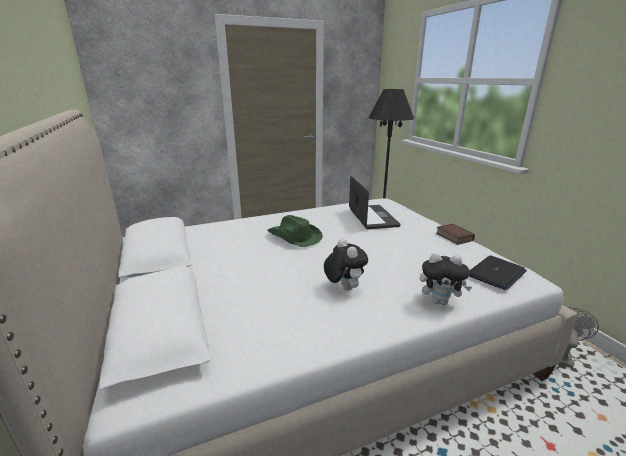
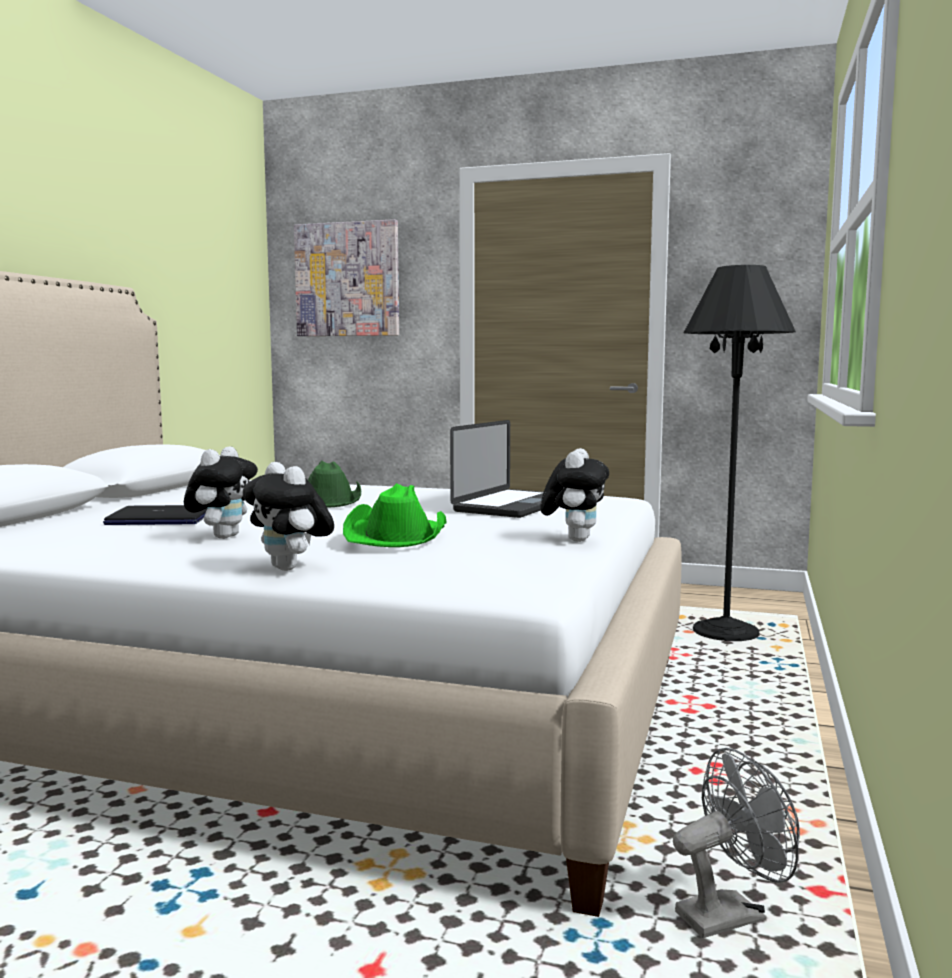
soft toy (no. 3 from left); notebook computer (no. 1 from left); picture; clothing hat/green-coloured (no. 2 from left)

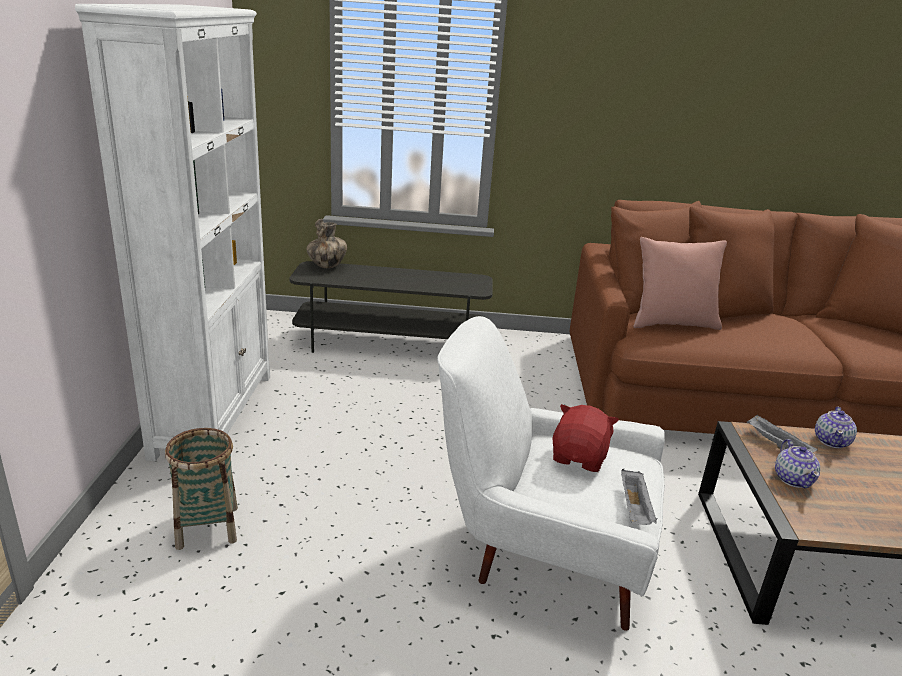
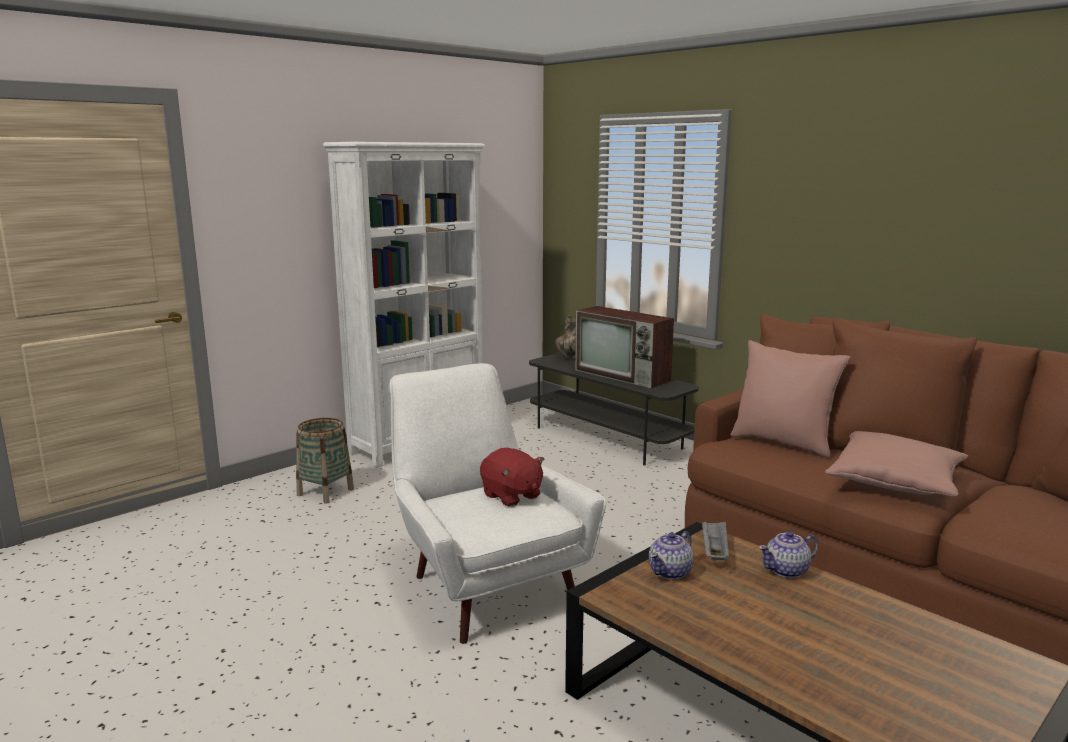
soft toy/red; serving tray/grey (no. 1 from left in the first image); television; pillow/pinkish (no. 2 from left)

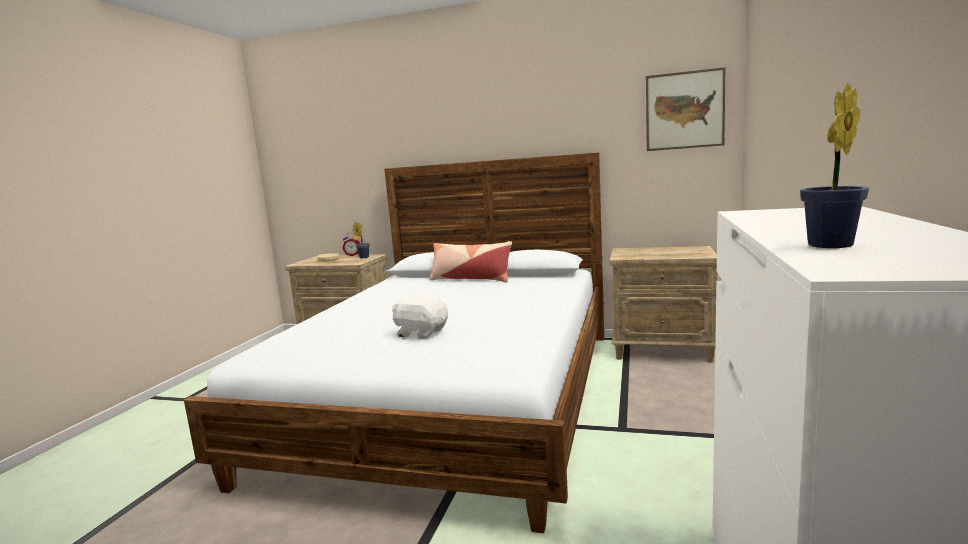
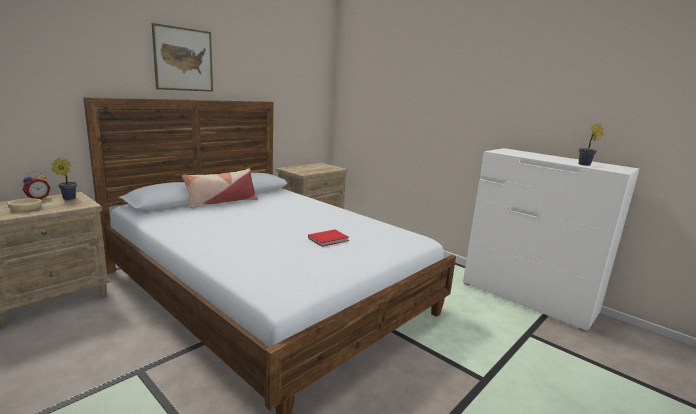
bound book/red; picture

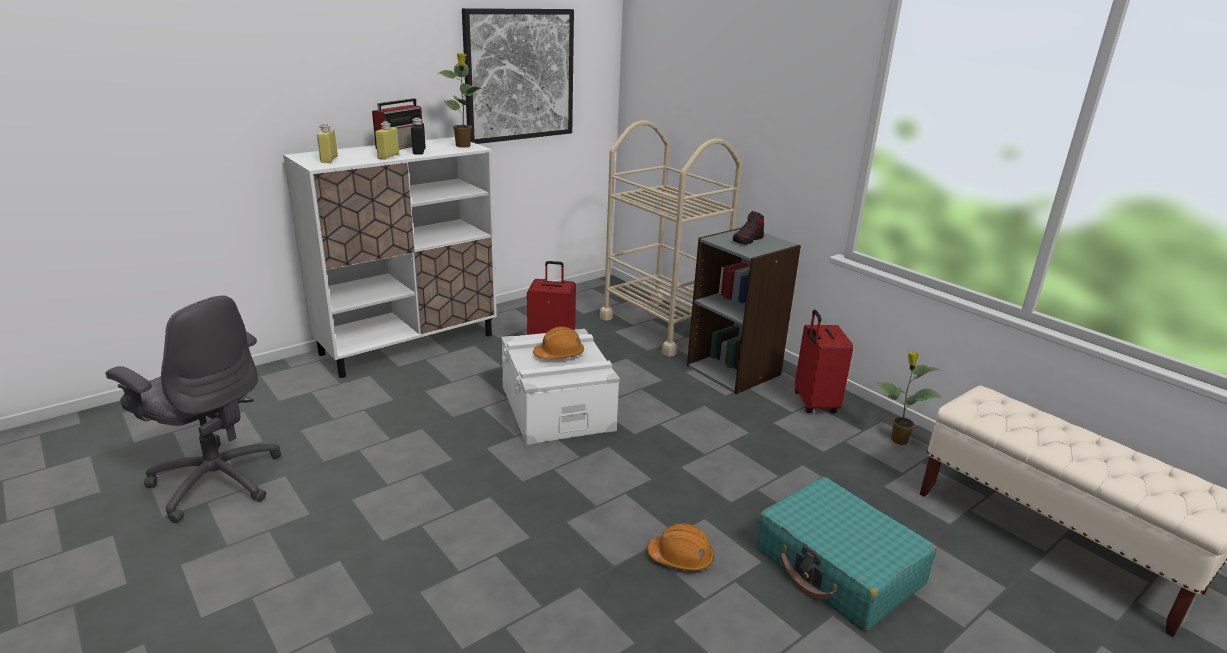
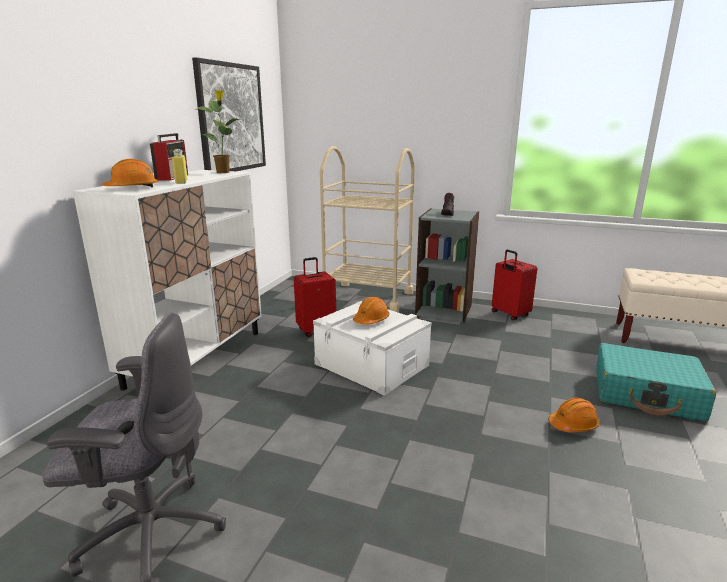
safety helmet/orange (no. 1 from left); drink bottle/black; houseplant (no. 2 from left in the first image)

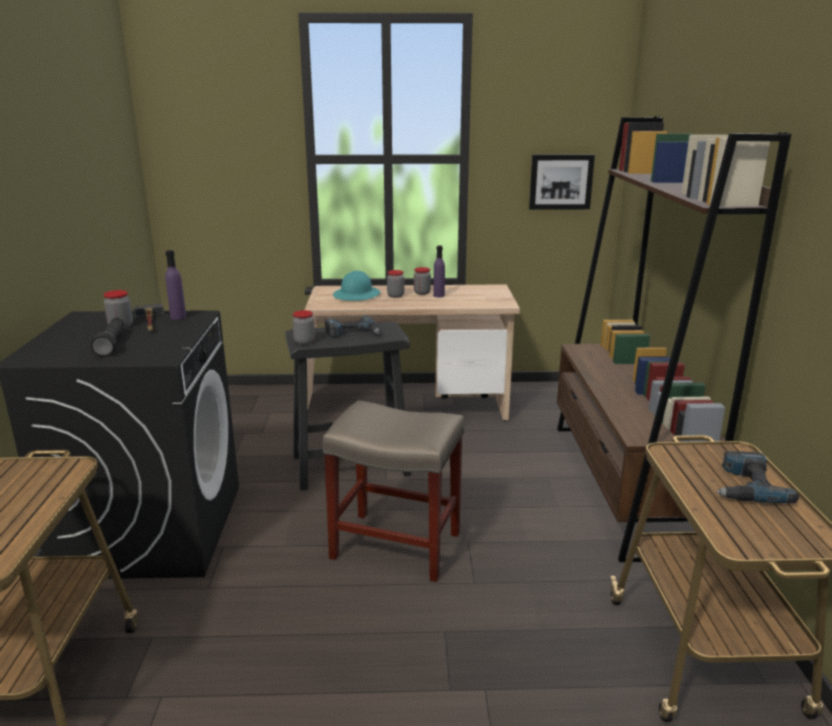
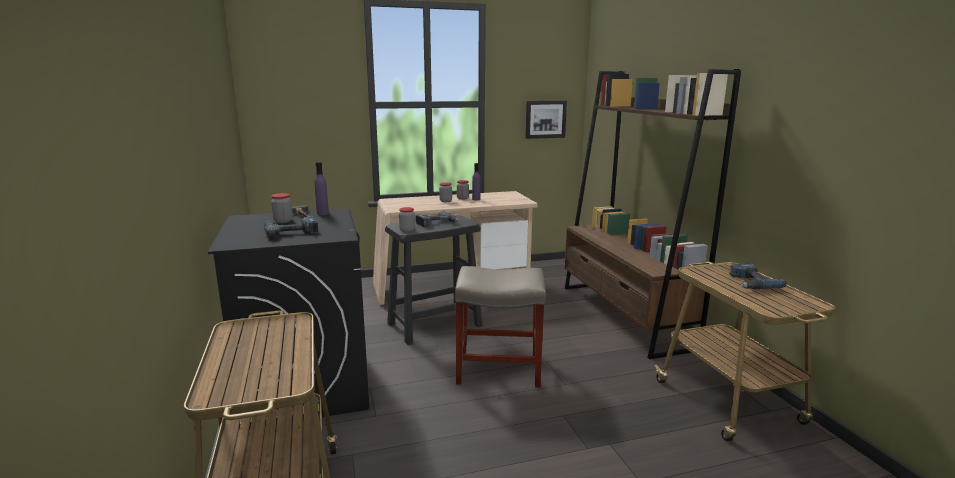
drill (no. 1 from left); safety helmet/blue-green

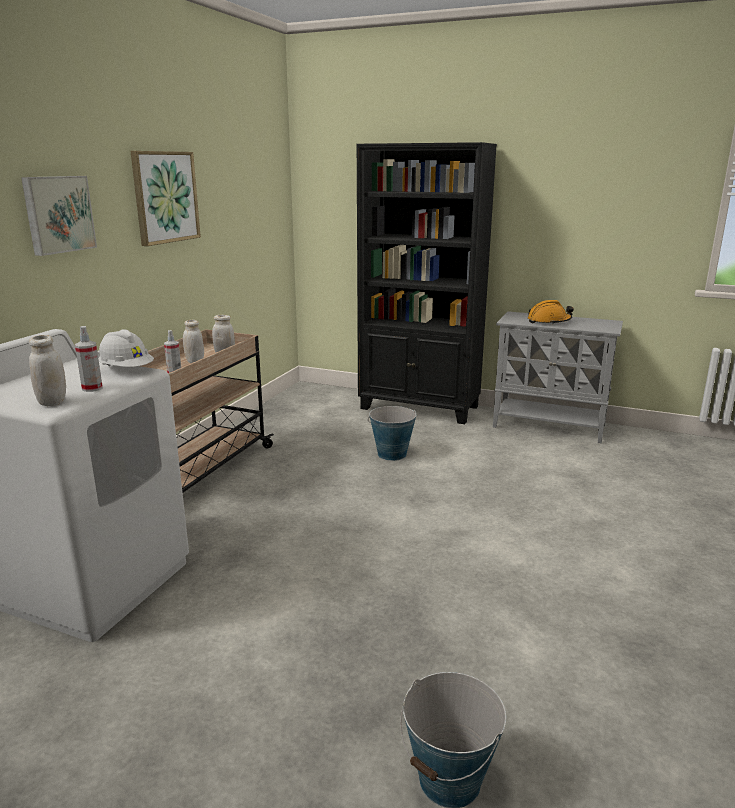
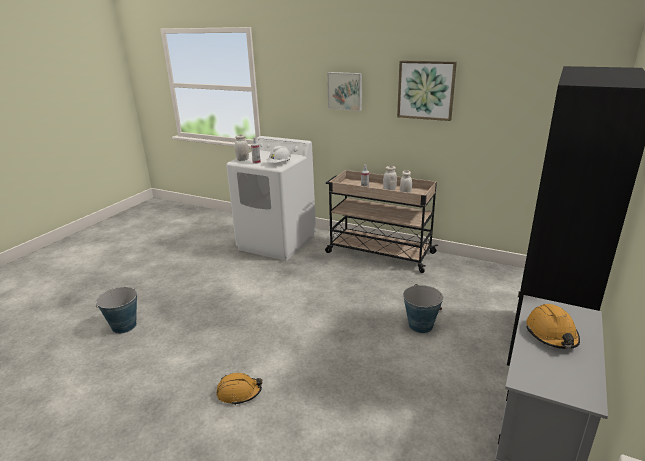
safety helmet/orange (no. 1 from left)

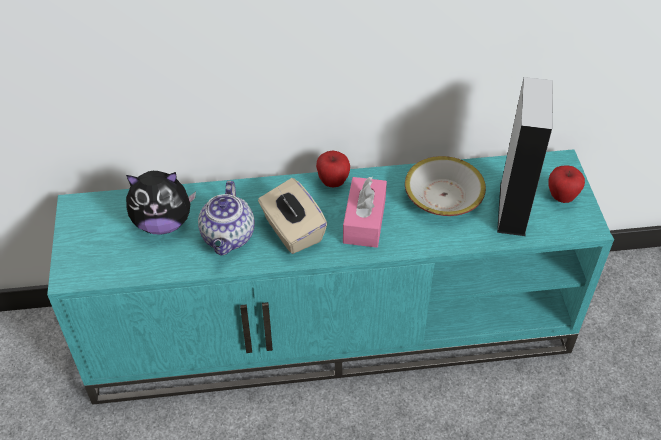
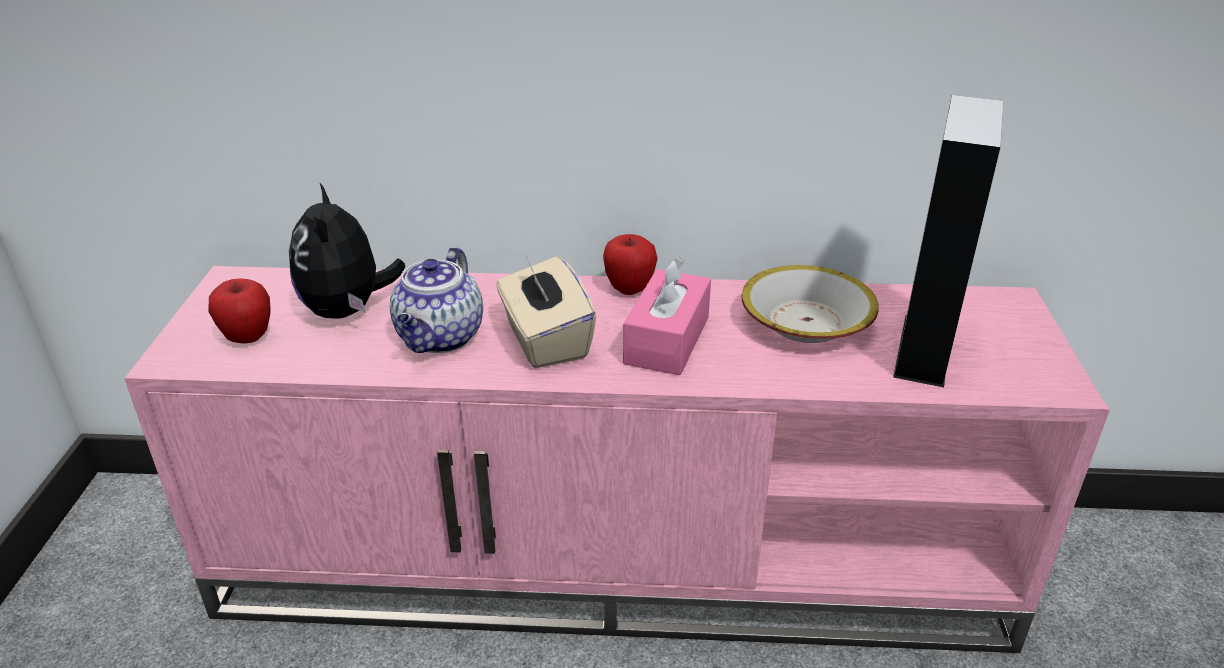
tv stand/pinkish; soft toy; apple fruit (no. 1 from left)

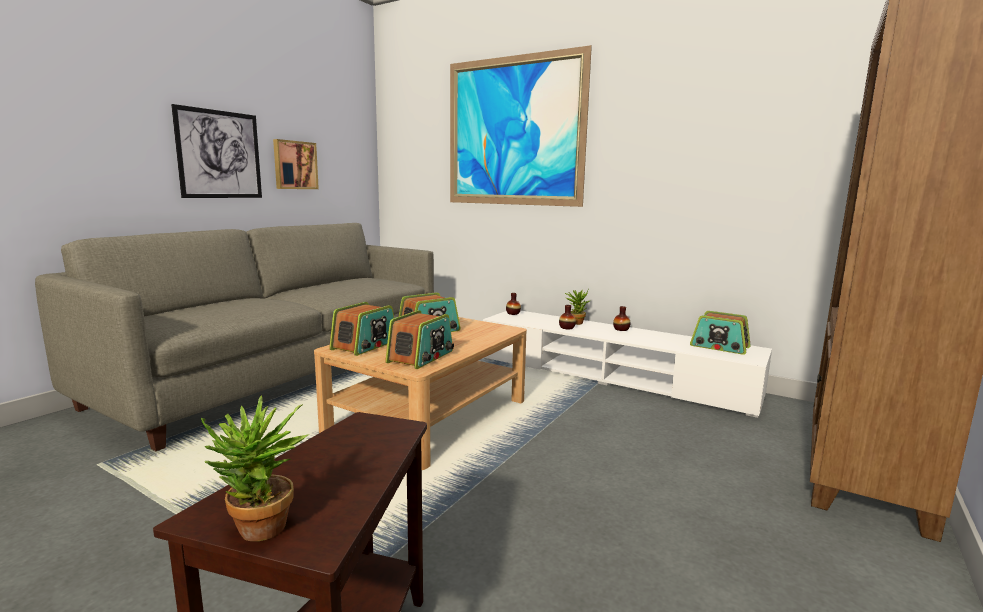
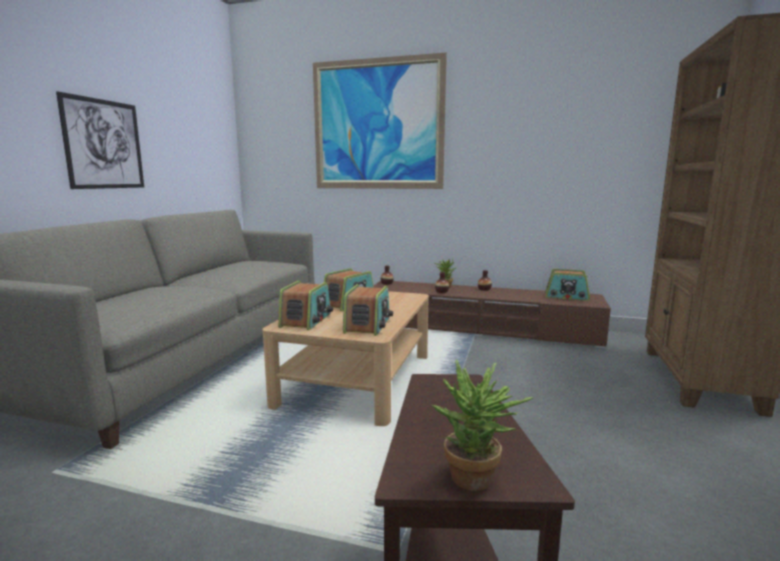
picture (no. 2 from left in the first image); tv stand/brownish

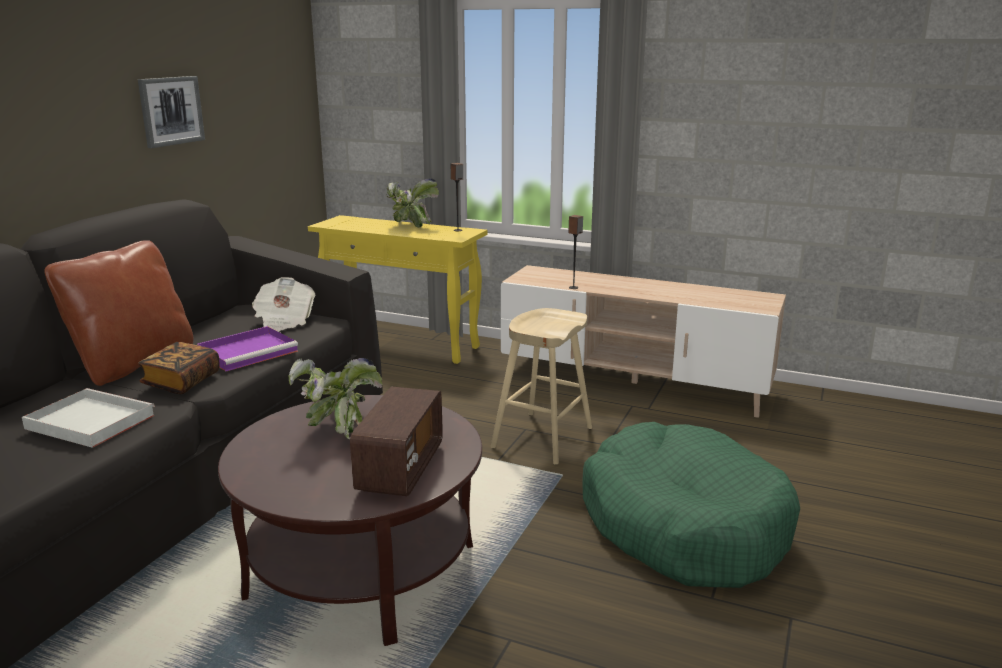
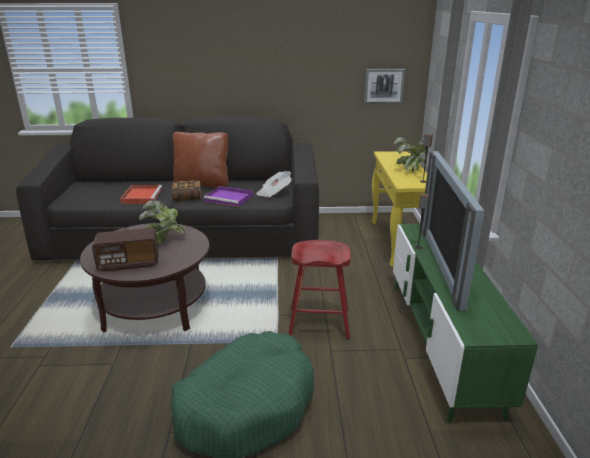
serving tray/red; picture; sitting stool/red; tv stand/green-coloured; television

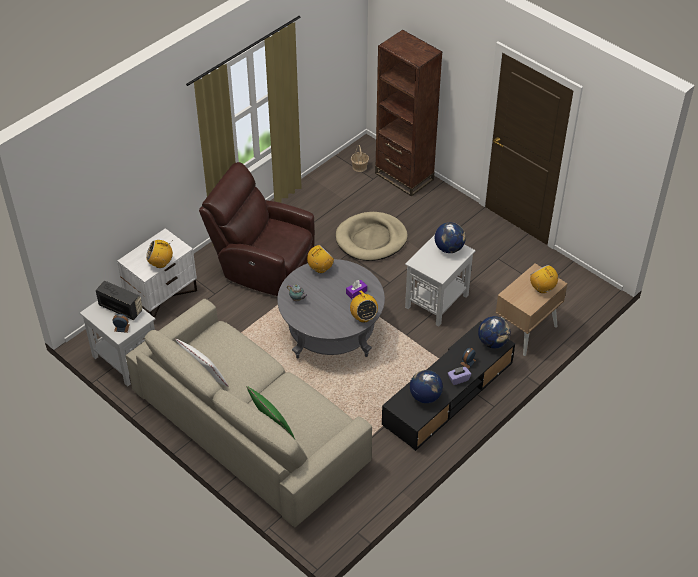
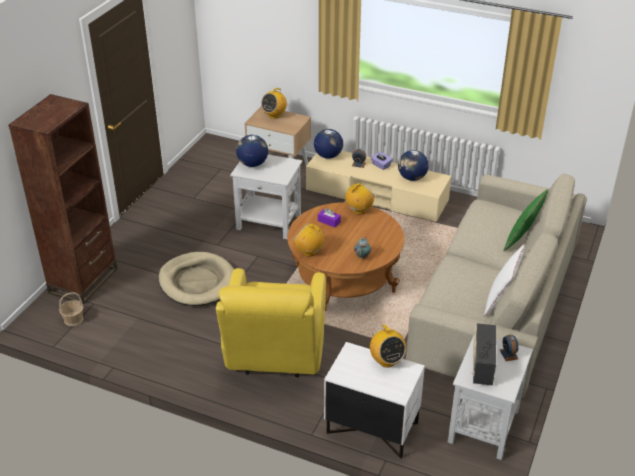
easy chair/yellow-coloured; lounge table/brownish; tv stand/beige-coloured

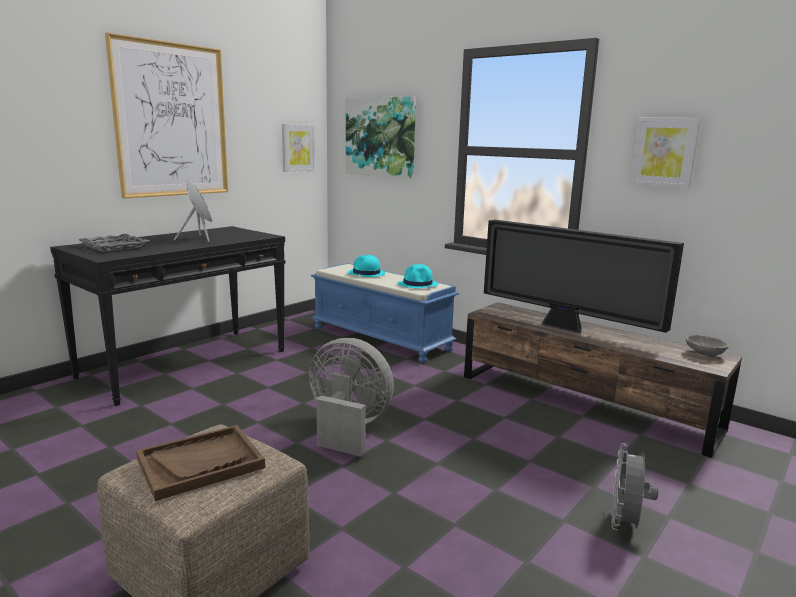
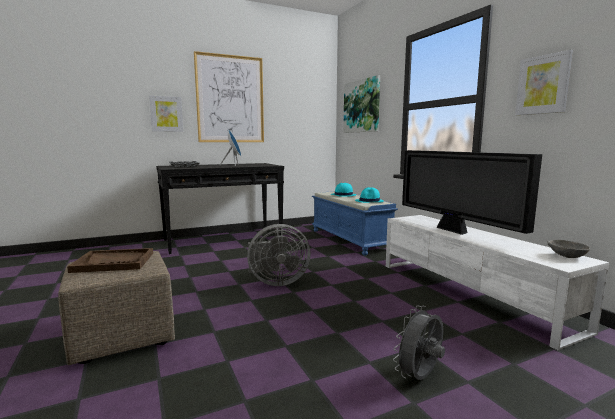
picture (no. 1 from left); fan/grey (no. 1 from left); tv stand/white-coloured

